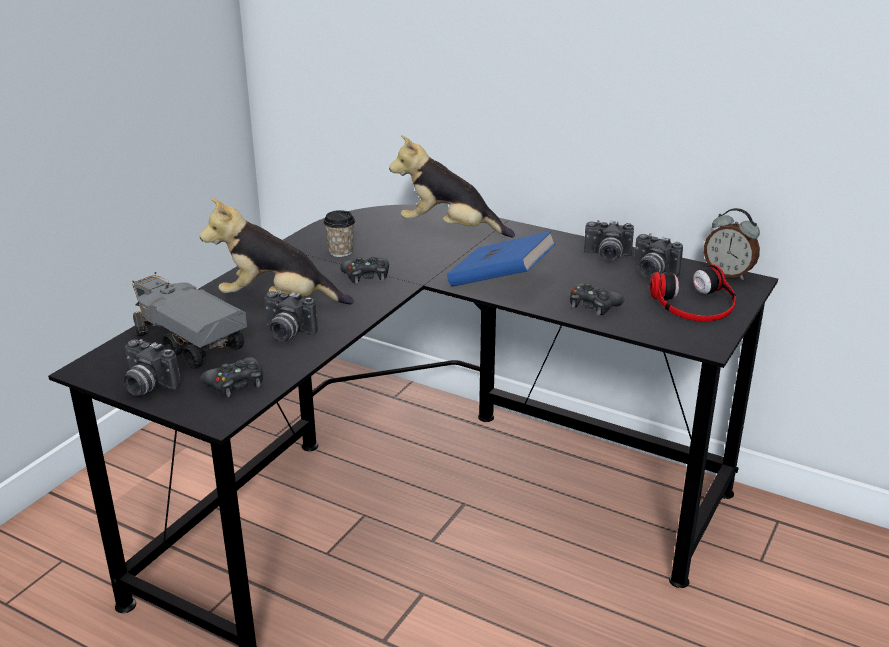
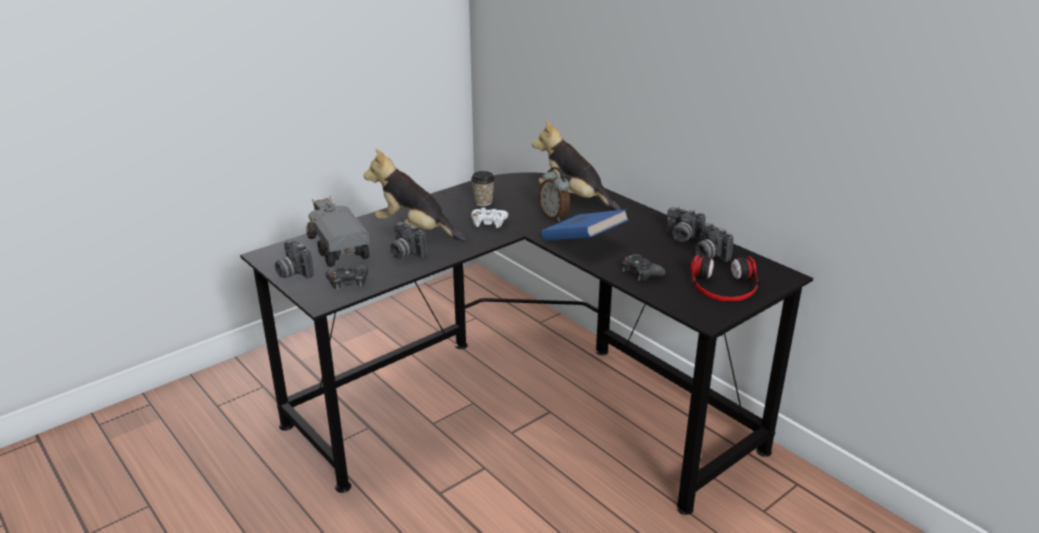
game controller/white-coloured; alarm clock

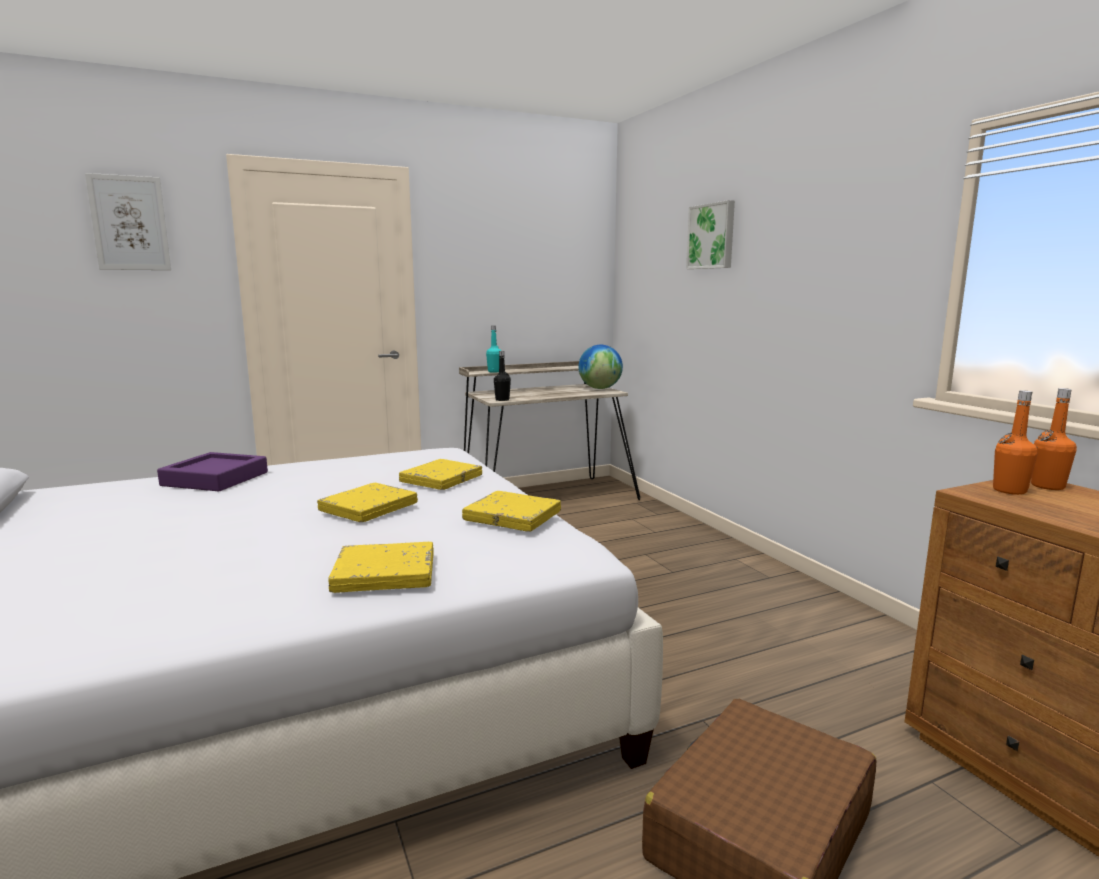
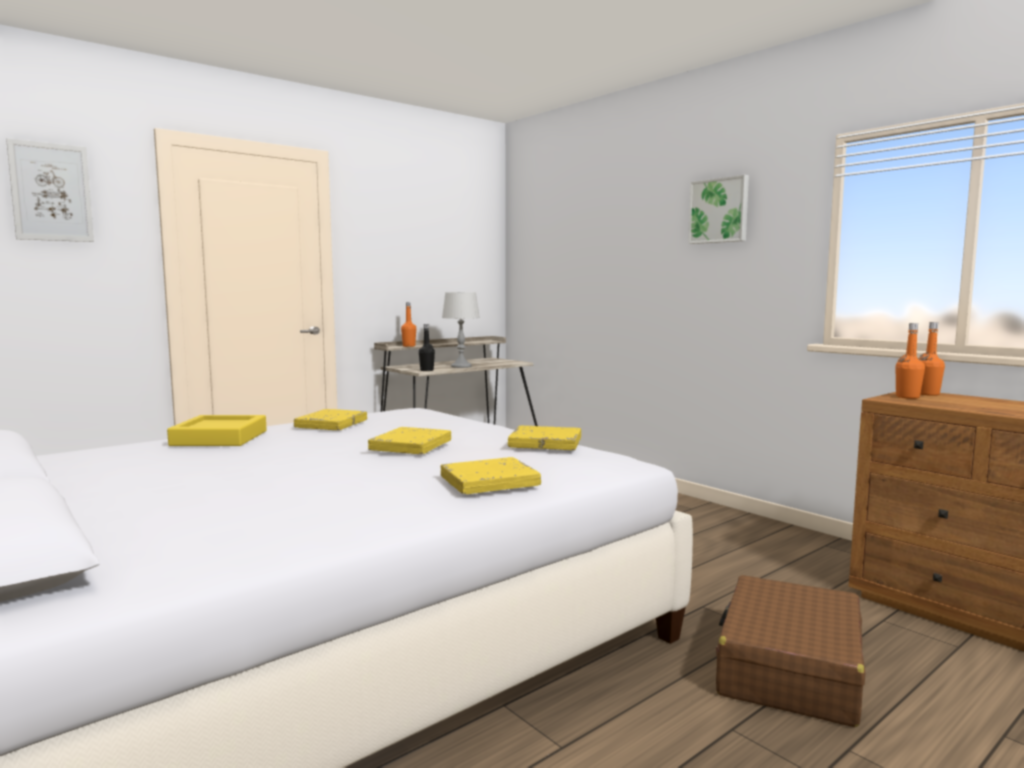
serving tray/yellow-coloured; bound book/yellow-coloured (no. 1 from left); drink bottle/orange (no. 1 from left); world globe; picture (no. 2 from left); lamp for a table/grey

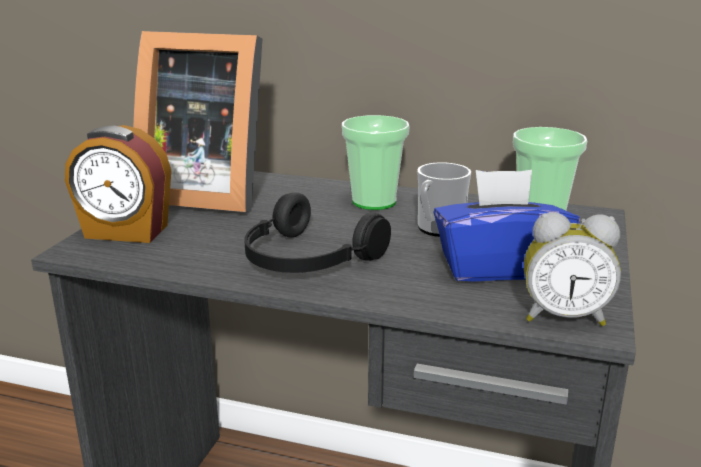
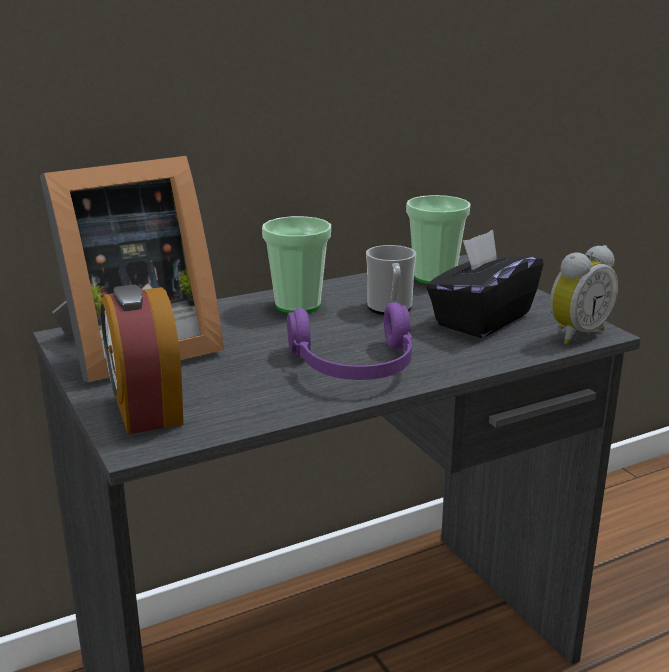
alarm clock (no. 1 from left); headset/purple; box of tissues/black

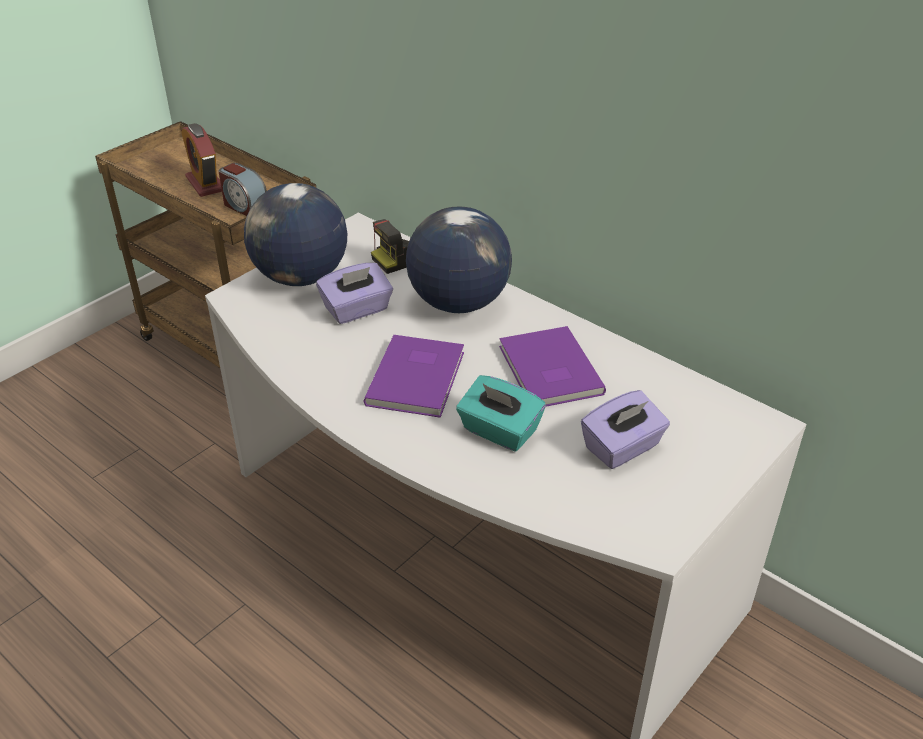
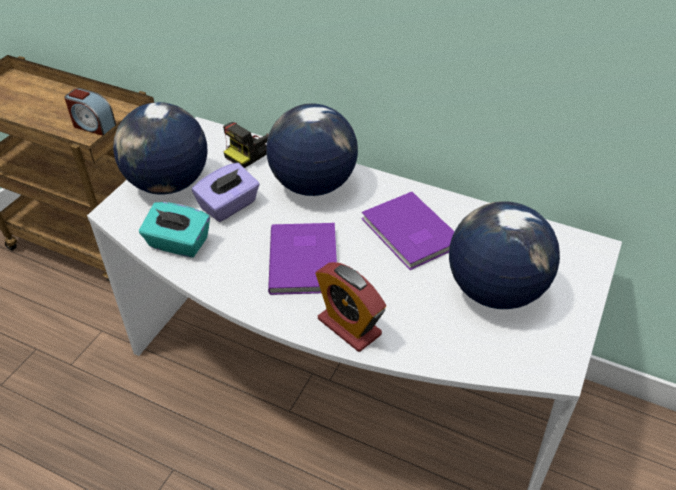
alarm clock (no. 2 from left); box of tissues/blue-green; world globe (no. 3 from left)

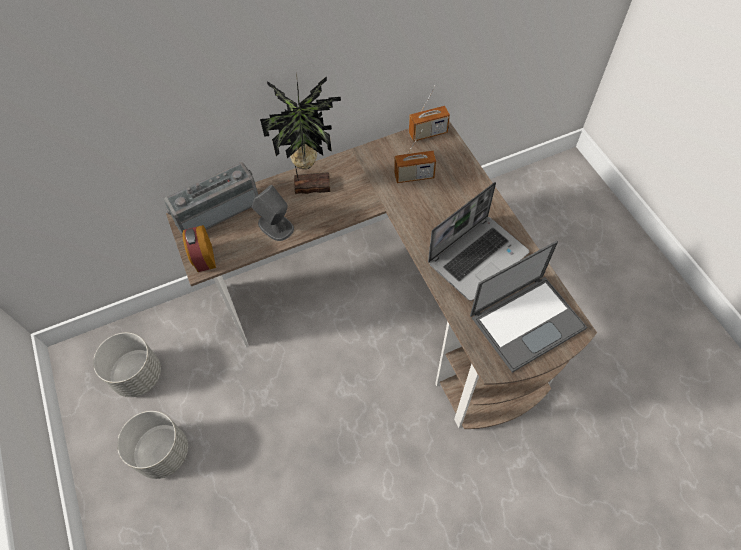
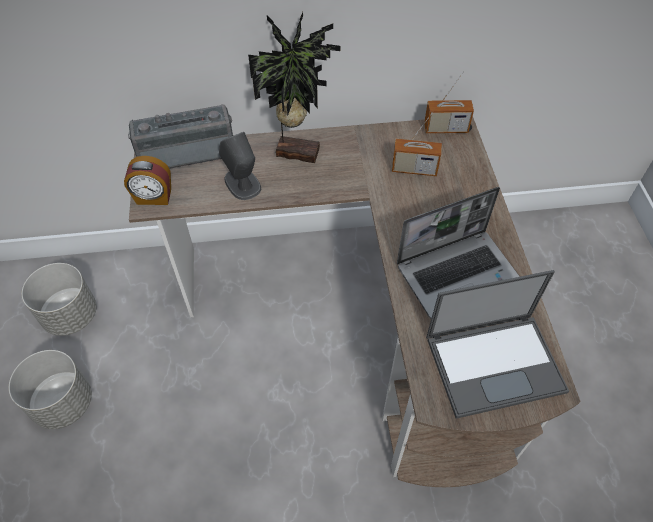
alarm clock

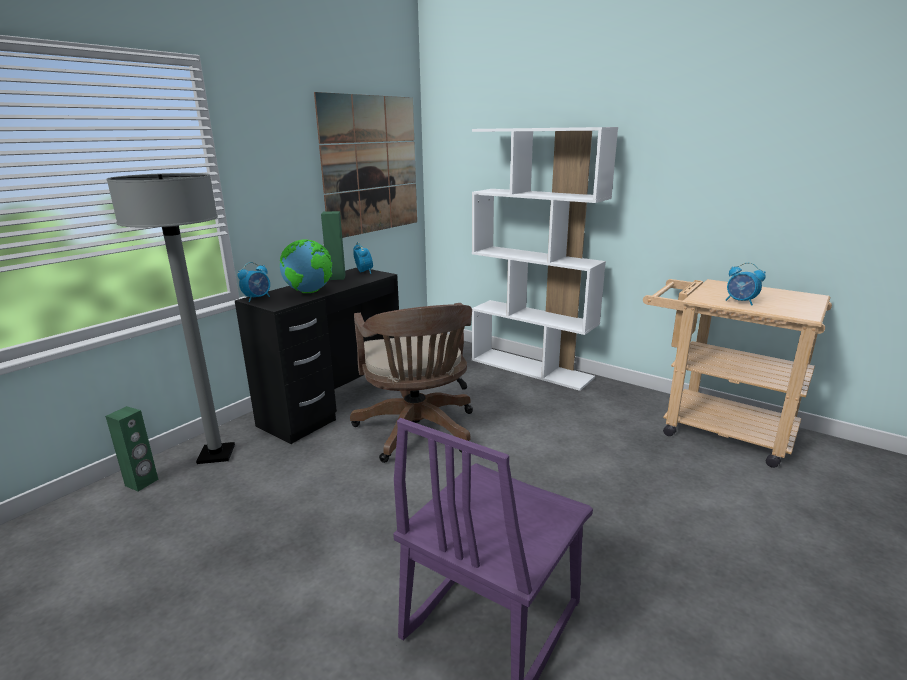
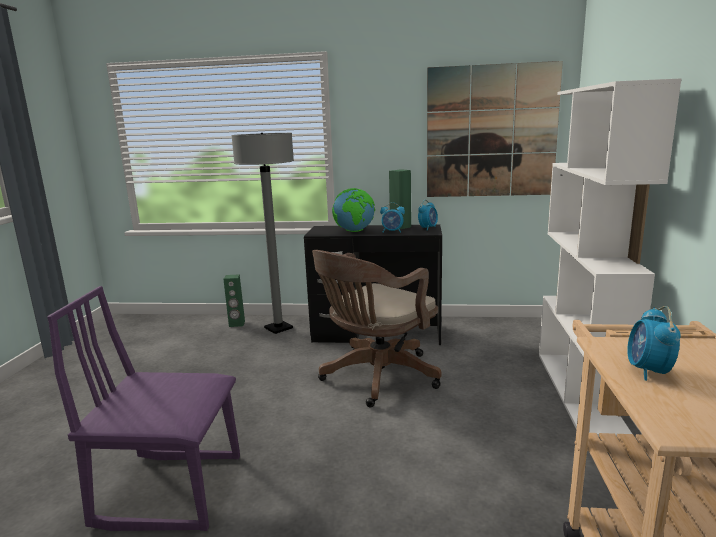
alarm clock (no. 1 from left)

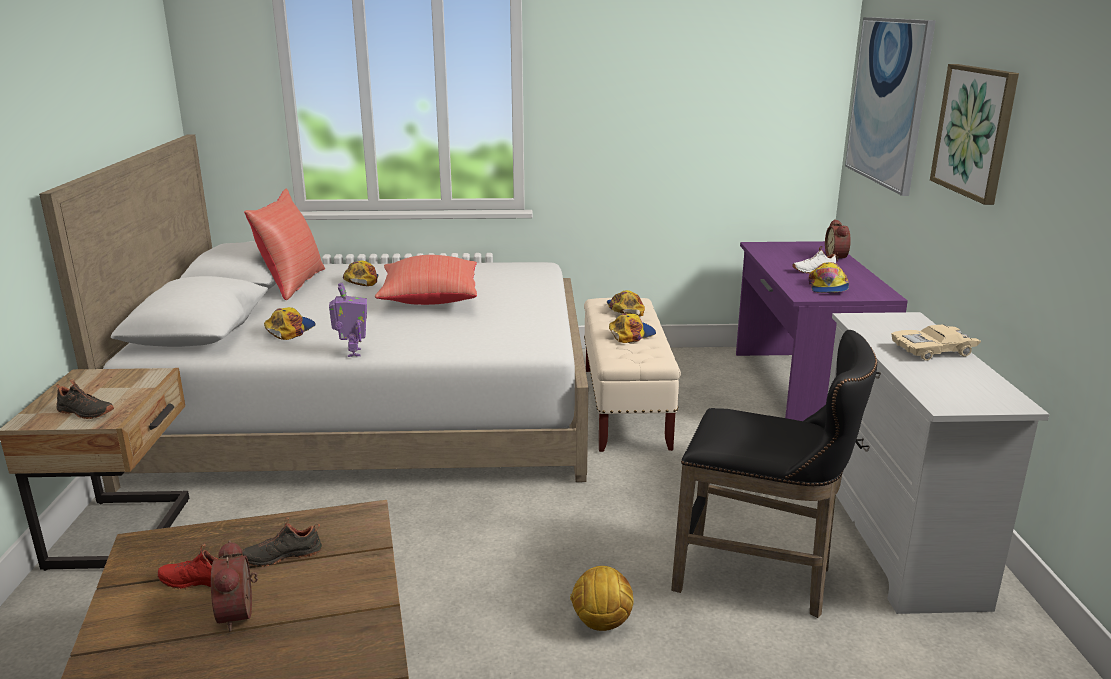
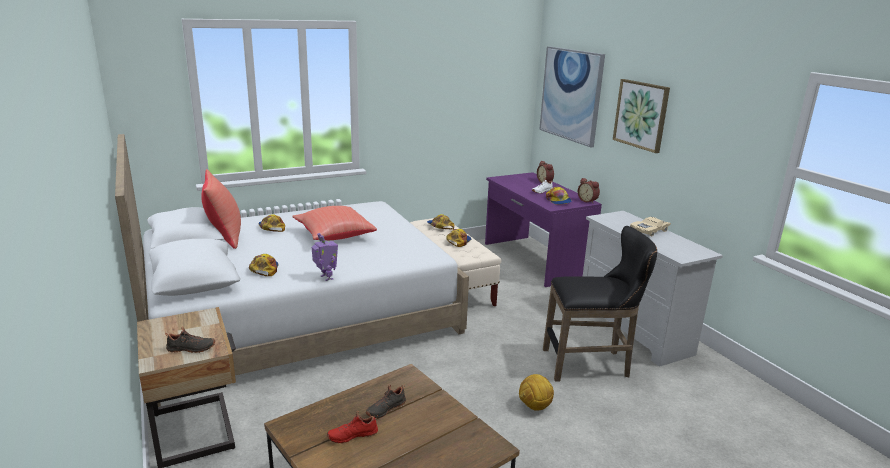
alarm clock (no. 2 from left)

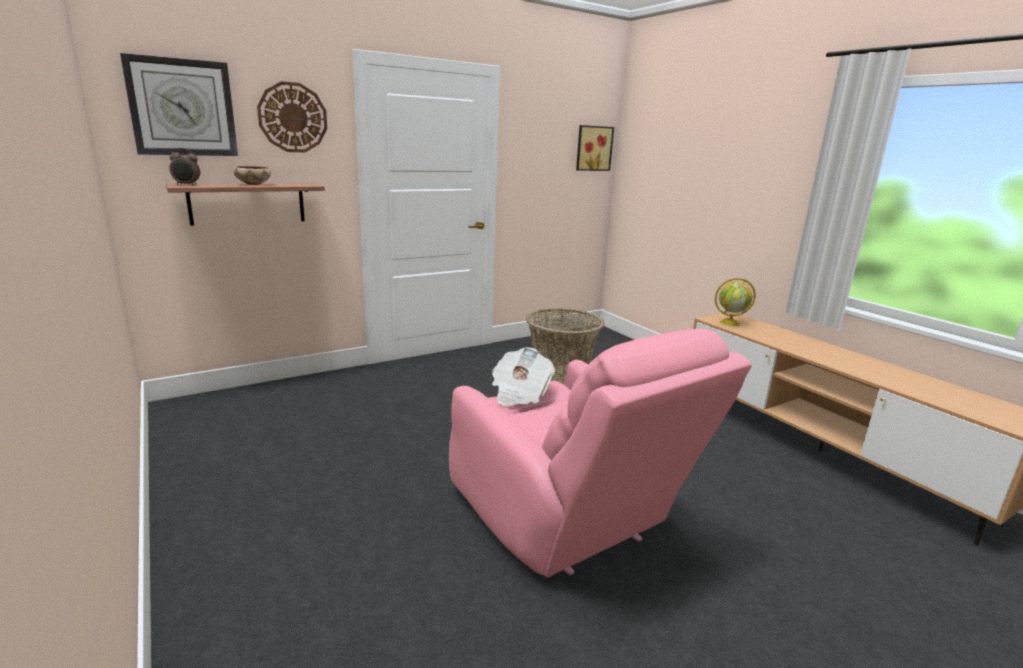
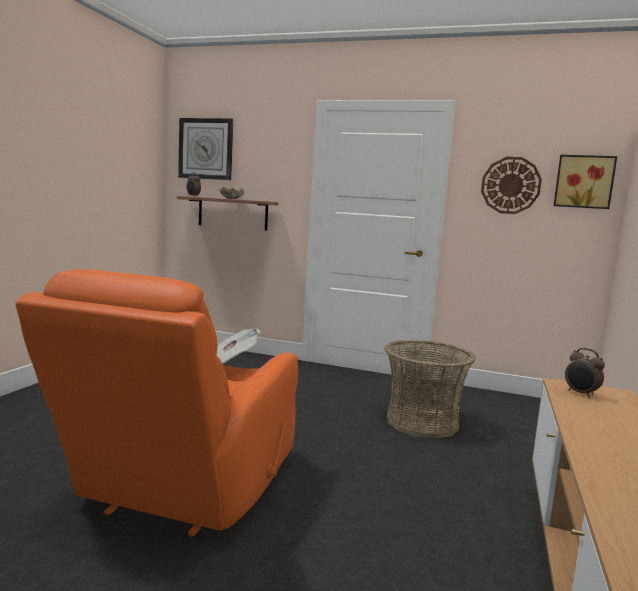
hanging clock (no. 2 from left); easy chair/orange; alarm clock (no. 2 from left)

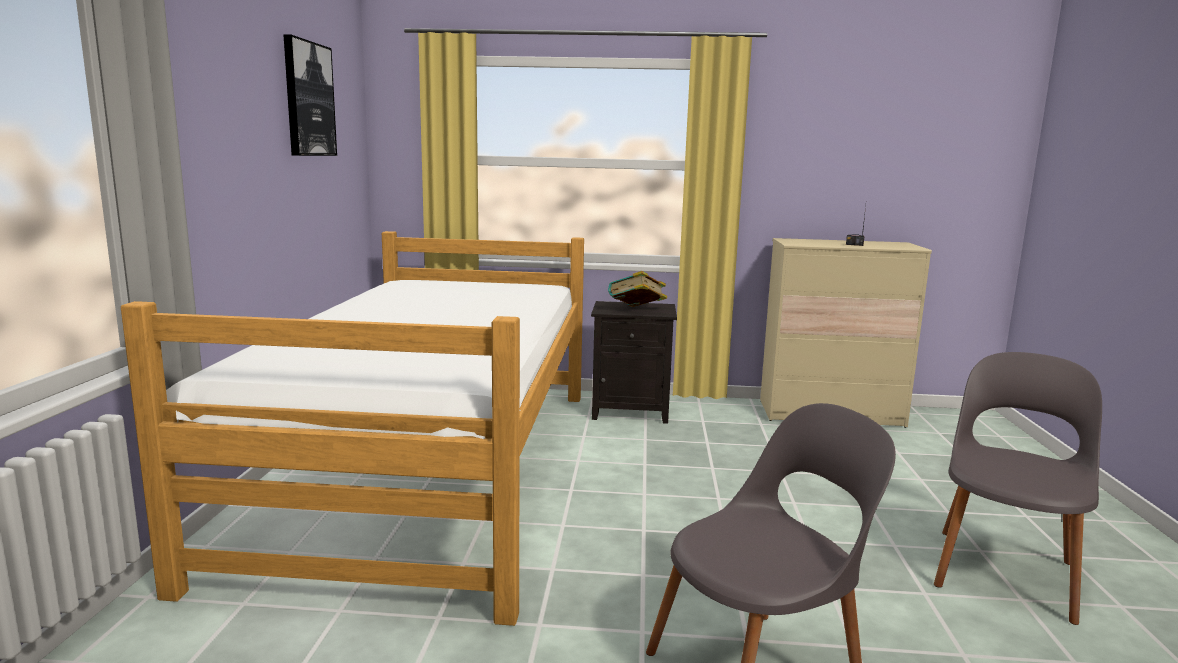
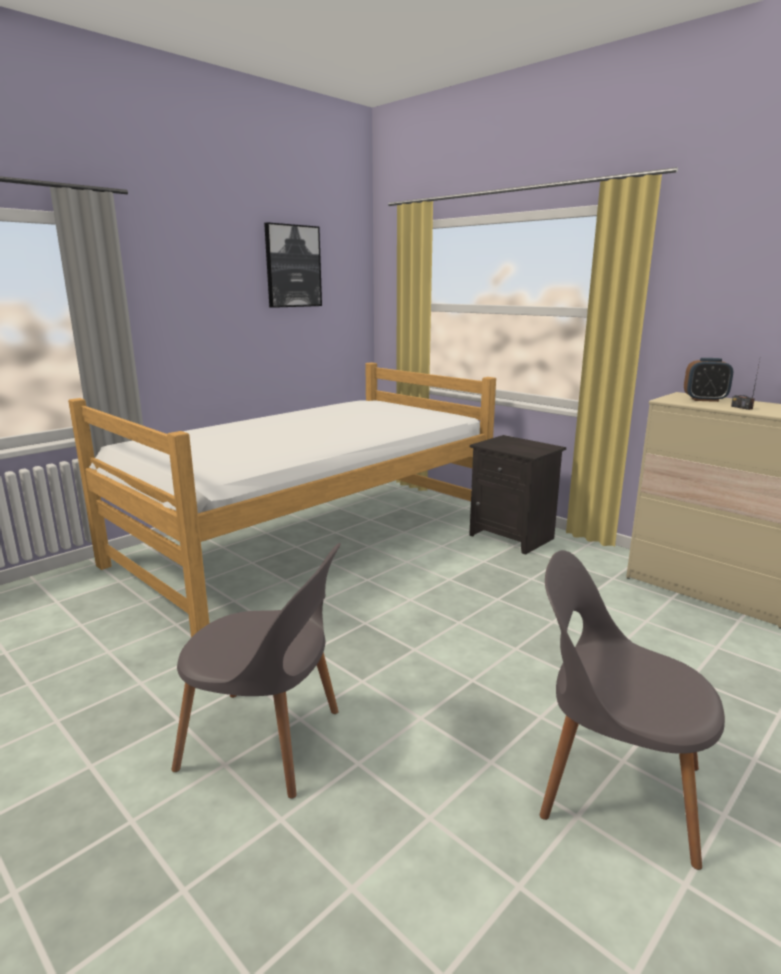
bound book; chair/grey (no. 2 from left); alarm clock

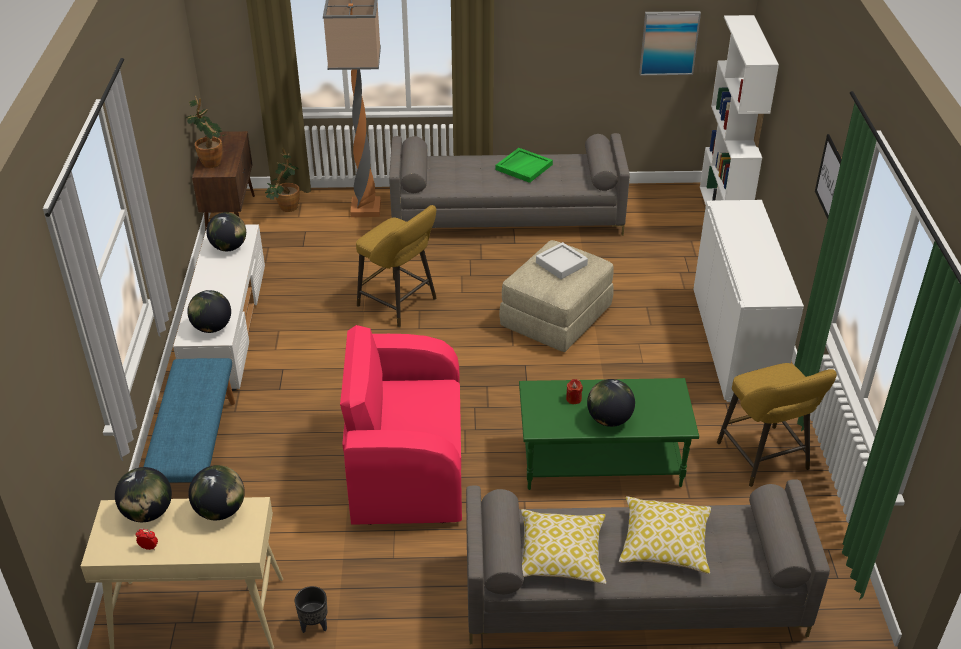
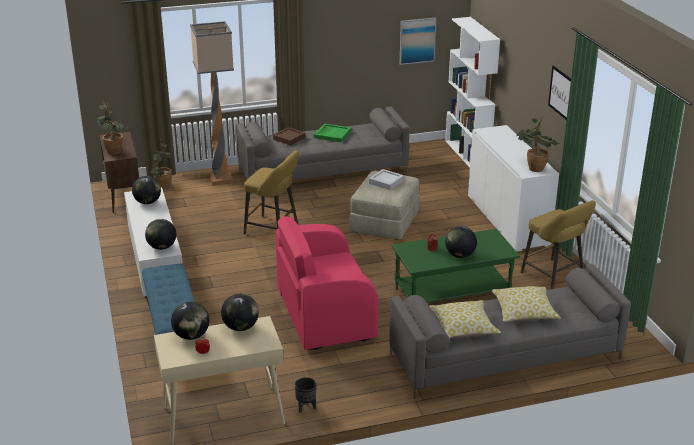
serving tray/brownish; houseplant (no. 3 from left)

